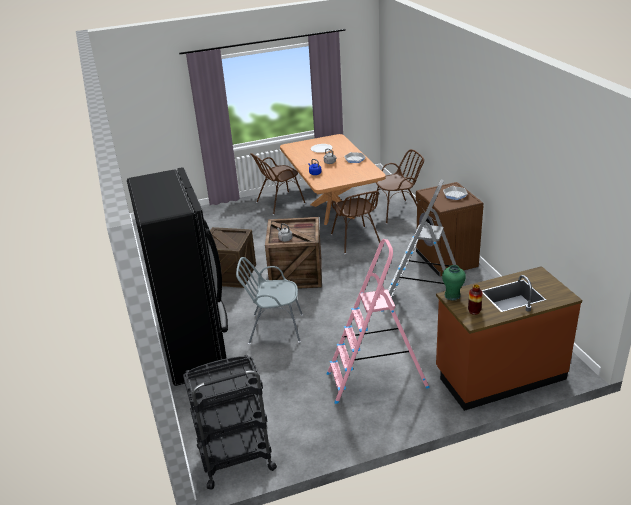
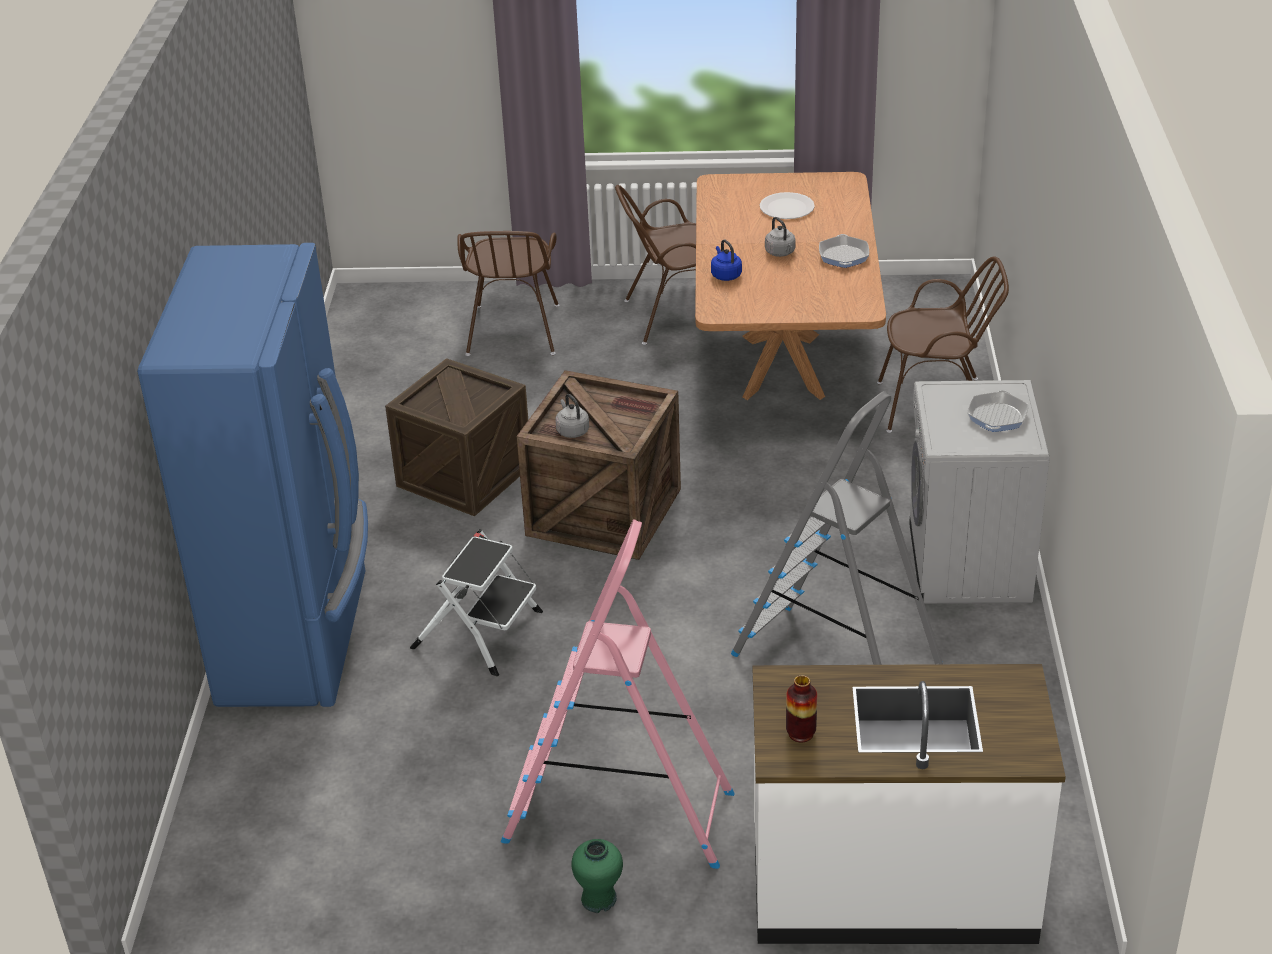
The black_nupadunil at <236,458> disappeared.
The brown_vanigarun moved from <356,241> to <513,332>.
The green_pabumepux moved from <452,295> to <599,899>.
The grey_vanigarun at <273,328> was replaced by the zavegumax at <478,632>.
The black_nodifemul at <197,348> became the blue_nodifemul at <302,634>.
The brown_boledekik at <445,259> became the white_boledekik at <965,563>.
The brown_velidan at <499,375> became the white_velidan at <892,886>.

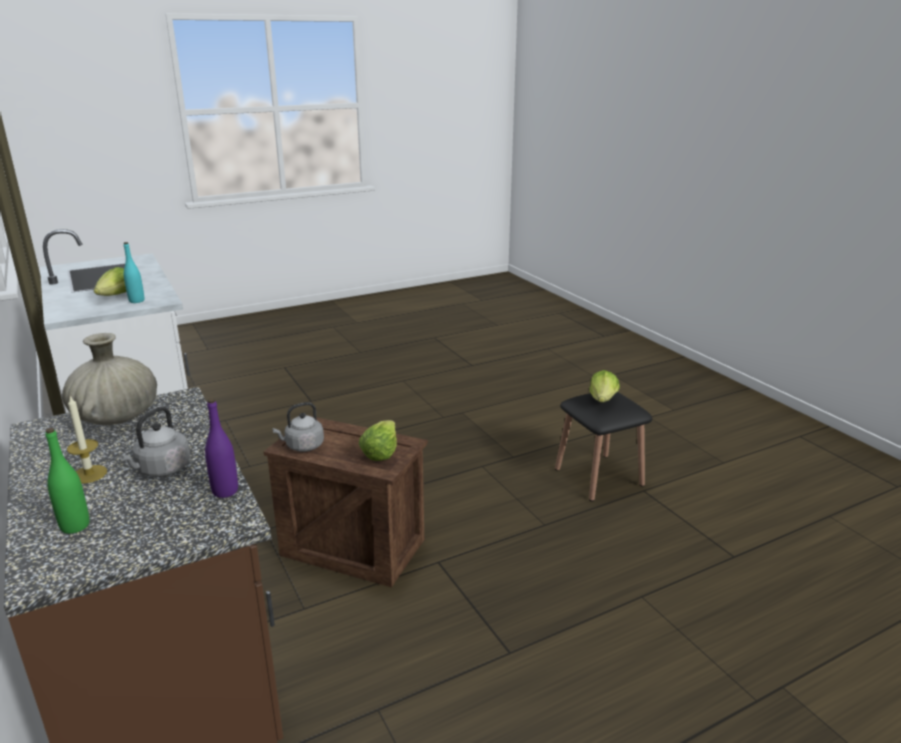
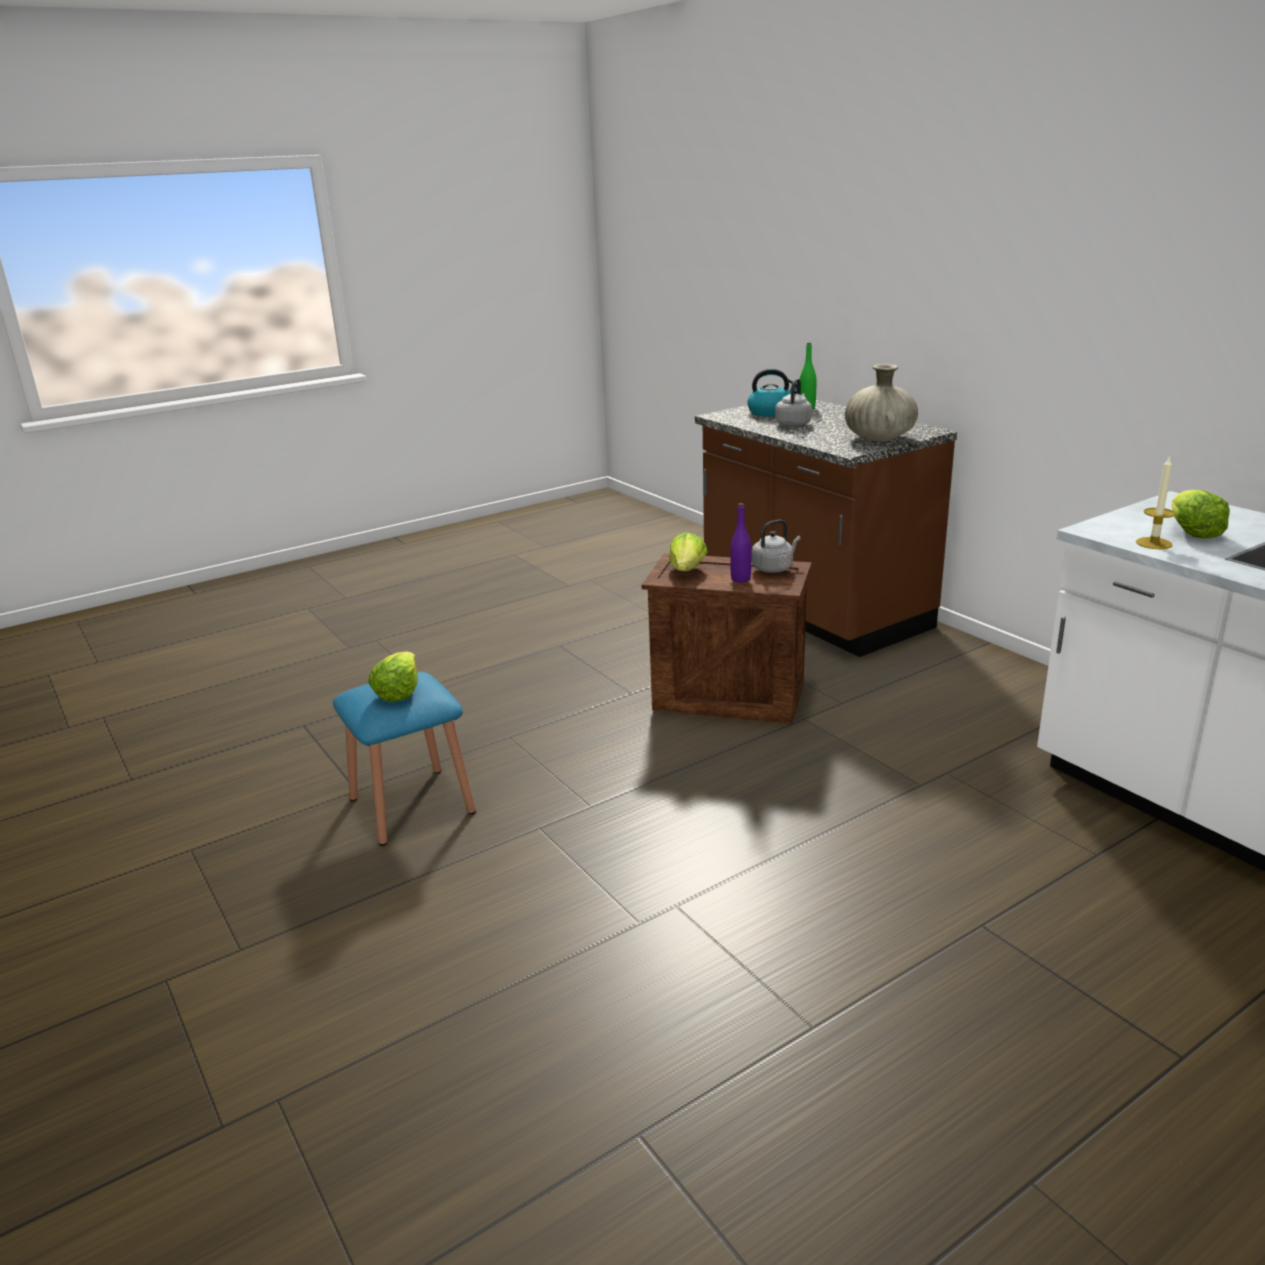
The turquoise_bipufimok at <136,301> disappeared.
The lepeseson at <771,412> appeared.
The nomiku moved from <89,474> to <1154,543>.
The purple_bipufimok moved from <225,491> to <740,579>.
The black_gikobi at <598,477> became the blue_gikobi at <411,805>.

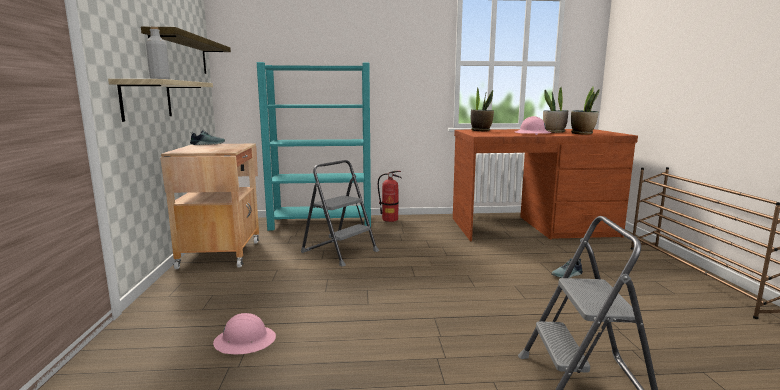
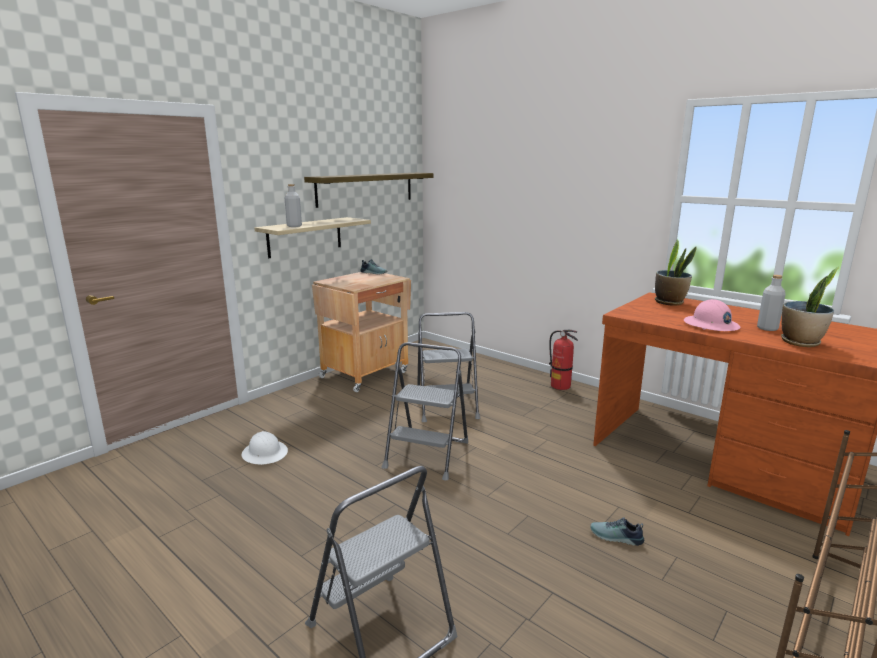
The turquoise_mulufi at <321,223> disappeared.
The grey_zavegumax at <429,452> appeared.
The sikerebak at <554,132> was replaced by the grey_bipufimok at <767,328>.
The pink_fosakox at <245,341> became the white_fosakox at <265,453>.

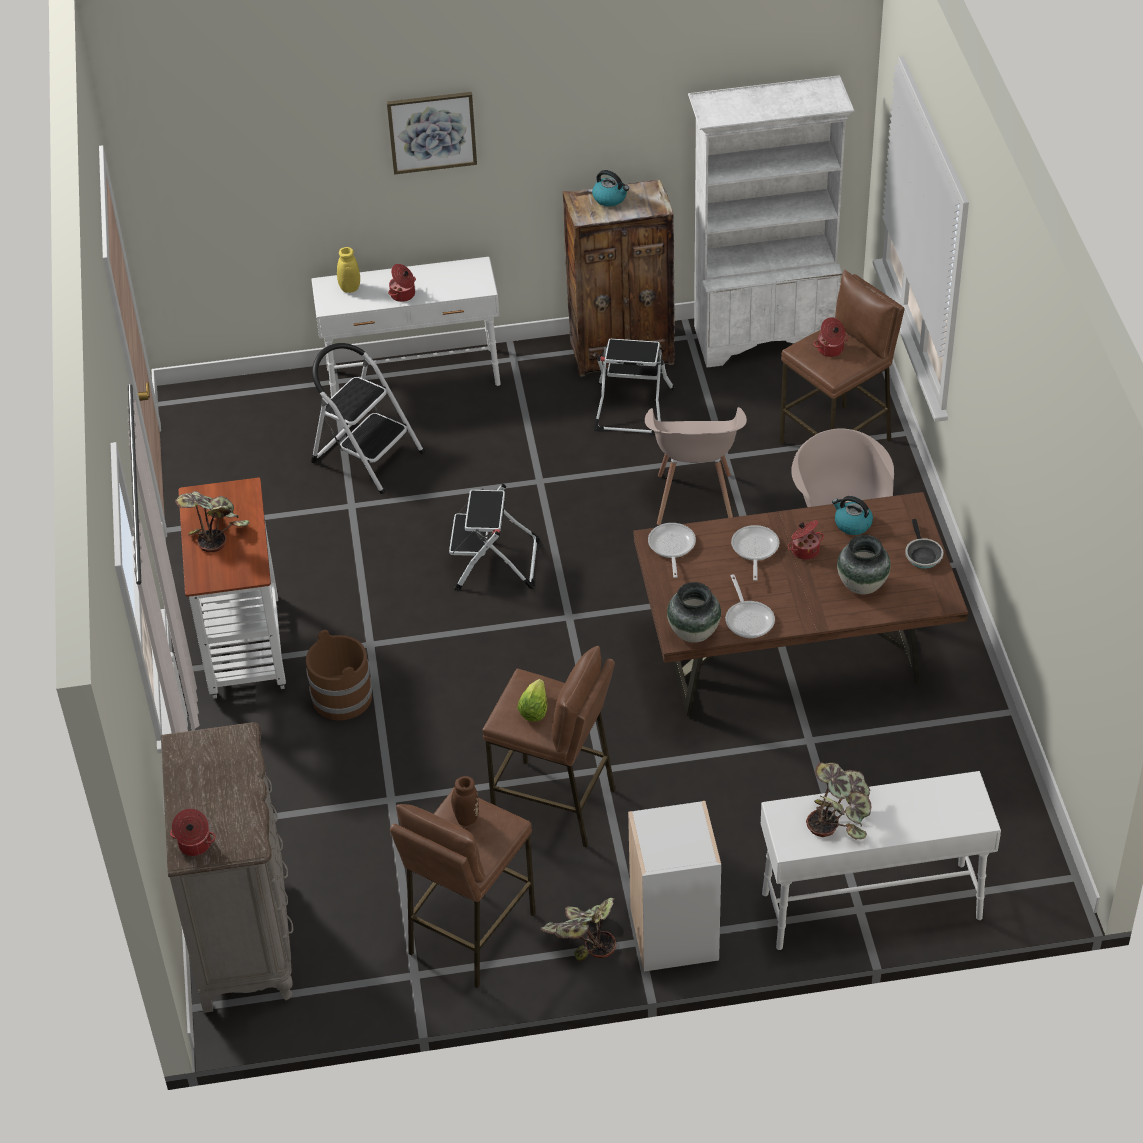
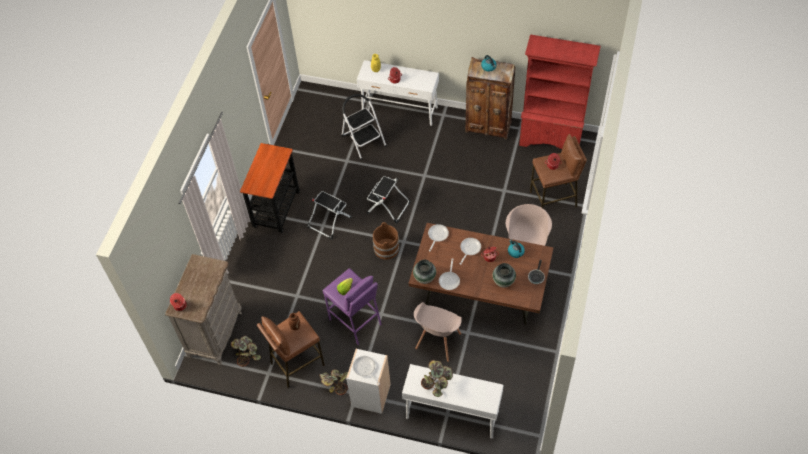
The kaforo at <432,132> disappeared.
The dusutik at <365,369> appeared.
The sikerebak moved from <213,529> to <247,354>.
The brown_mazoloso moved from <341,697> to <386,248>.
The zavegumax moved from <632,407> to <329,220>.
The beige_vanigarun moved from <694,501> to <438,342>.
The white_nupadunil at <244,646> became the black_nupadunil at <277,209>.
The brown_gikobi at <554,805> became the purple_gikobi at <355,322>.
The white_mulufi at <764,337> became the red_mulufi at <550,139>.

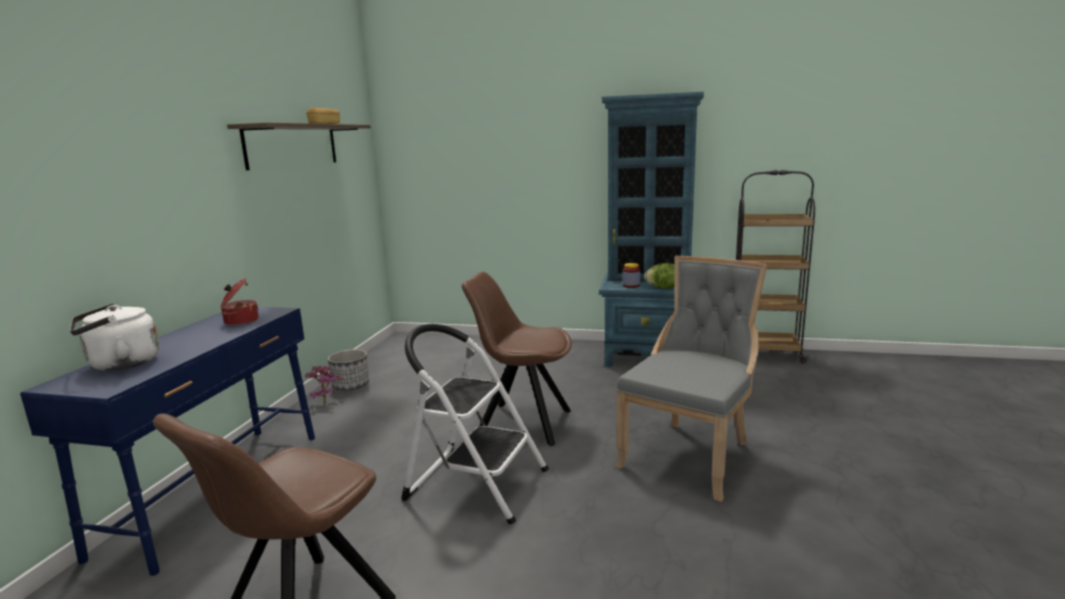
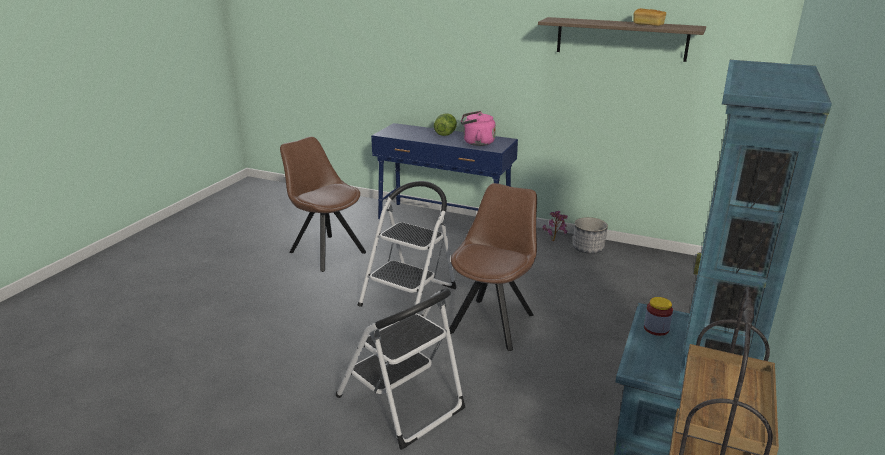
The white_lepeseson at <120,364> disappeared.
The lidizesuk moved from <663,288> to <445,134>.
The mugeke at <240,321> was replaced by the pink_lepeseson at <476,142>.
The grey_vanigarun at <690,454> was replaced by the zavegumax at <402,404>.

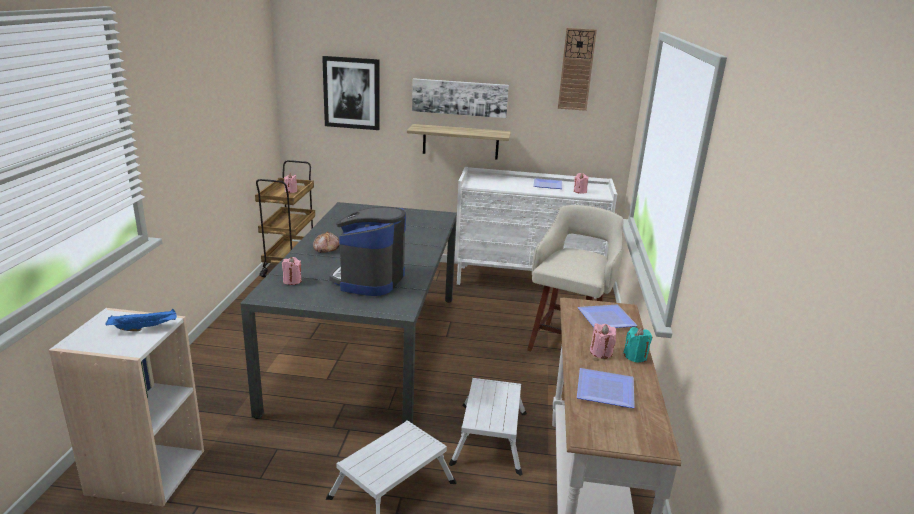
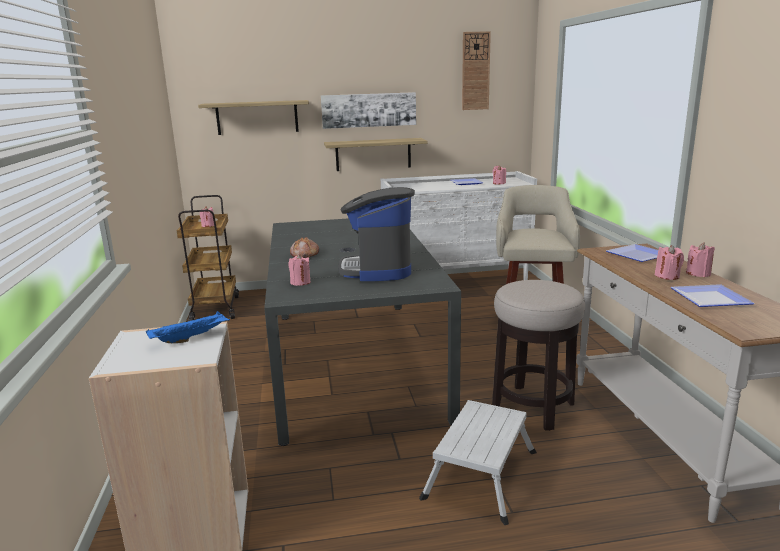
The kaforo at <352,93> was replaced by the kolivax at <257,117>.
The white_zavegumax at <490,438> was replaced by the gikobi at <533,407>.
The turquoise_nomiku at <635,356> became the pink_nomiku at <698,274>.

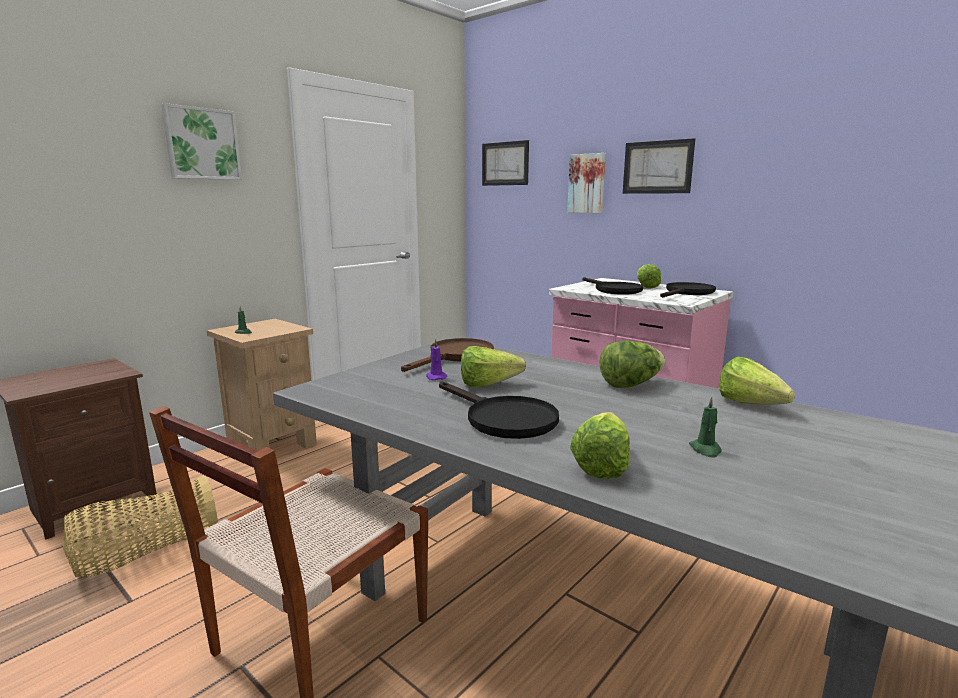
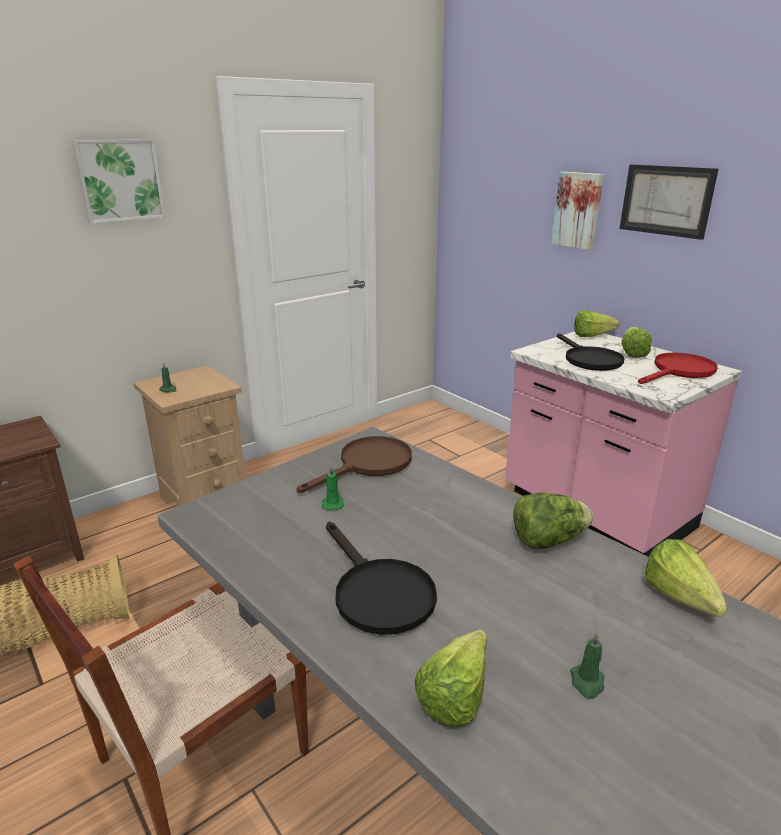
The kaforo at <505,163> disappeared.
The lidizesuk moved from <493,385> to <595,336>.
The purple_nomiku at <436,377> became the green_nomiku at <332,503>.
The black_dusutik at <687,293> became the red_dusutik at <679,371>.

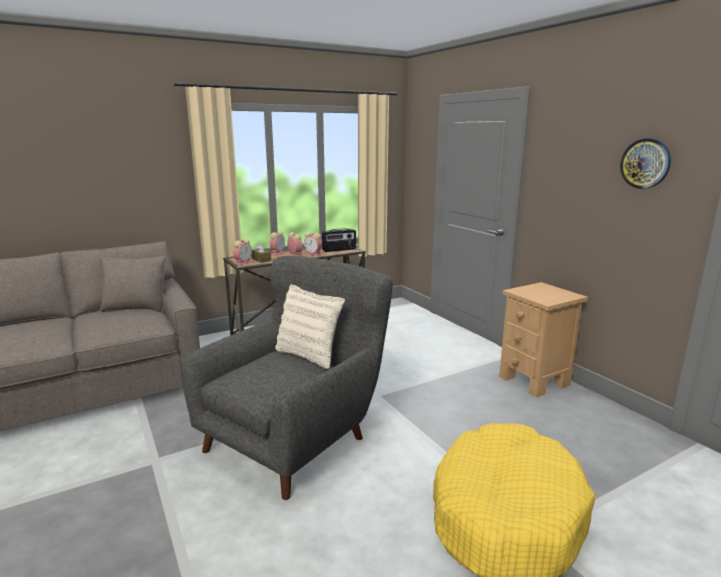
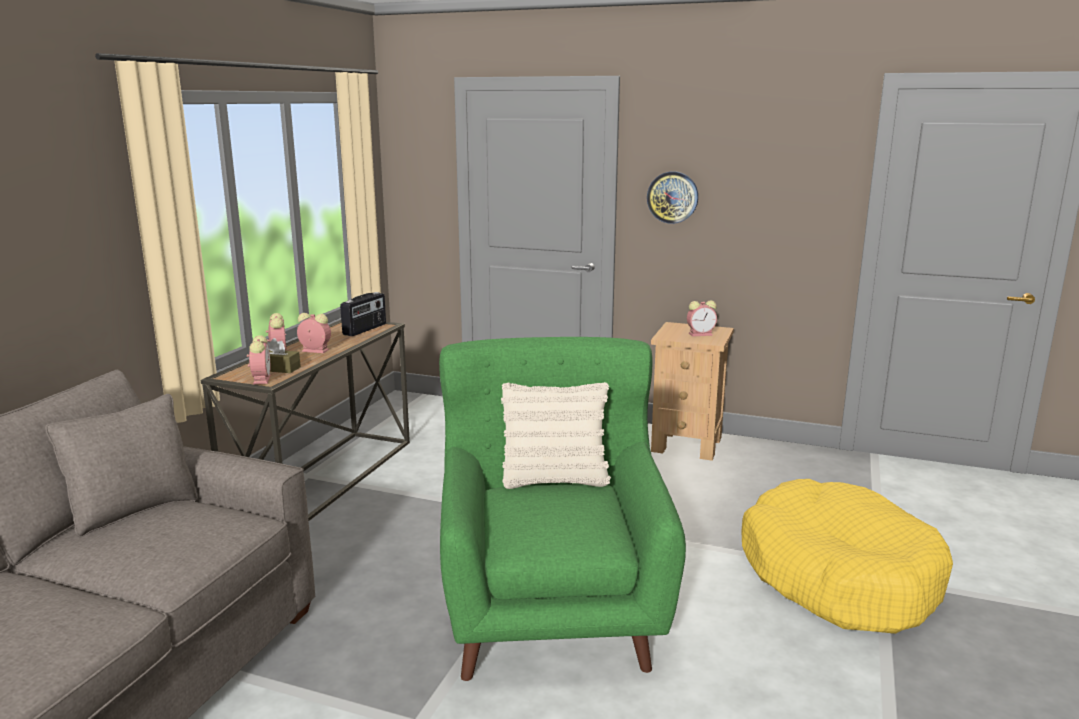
The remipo moved from <314,254> to <701,334>.
The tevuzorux moved from <645,163> to <672,197>.
The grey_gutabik at <294,439> became the green_gutabik at <552,609>.

